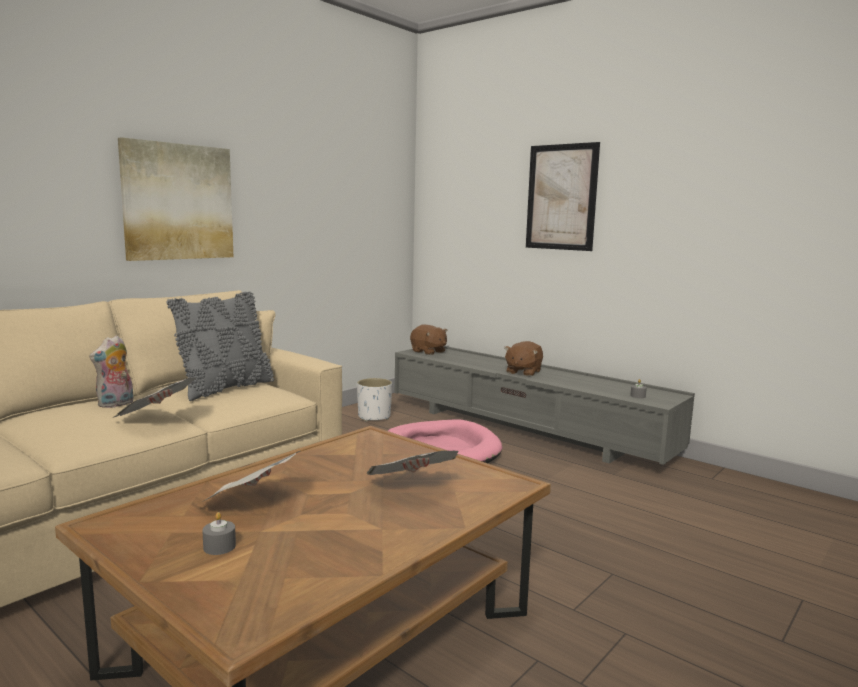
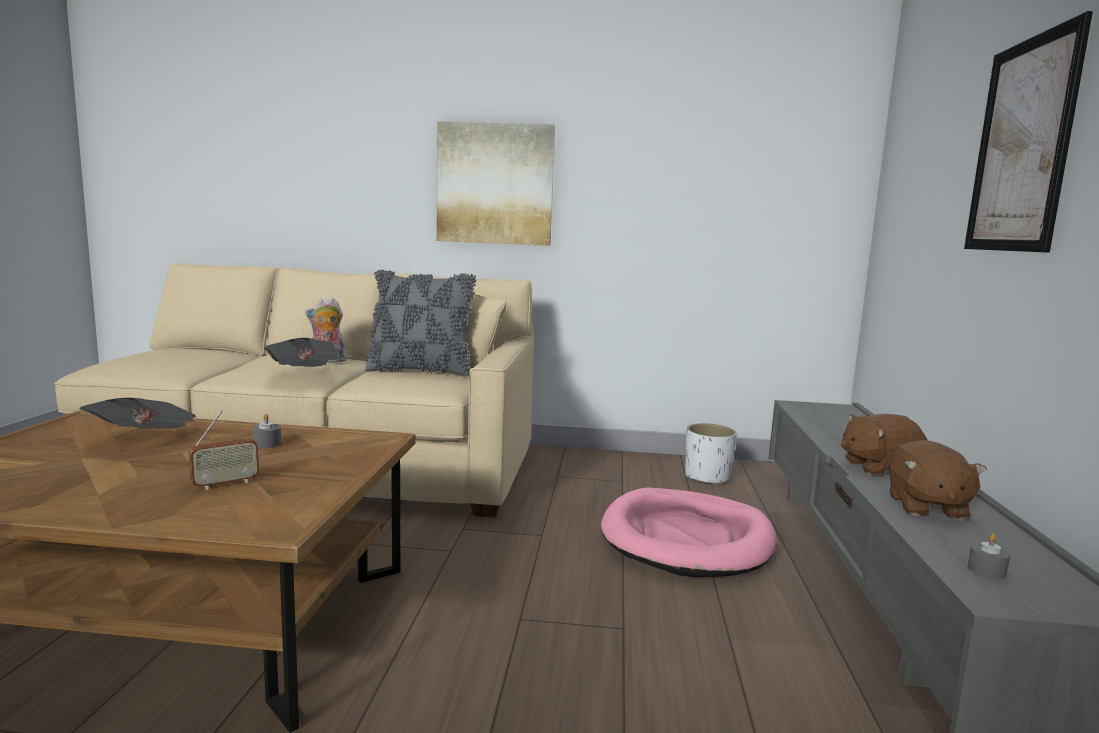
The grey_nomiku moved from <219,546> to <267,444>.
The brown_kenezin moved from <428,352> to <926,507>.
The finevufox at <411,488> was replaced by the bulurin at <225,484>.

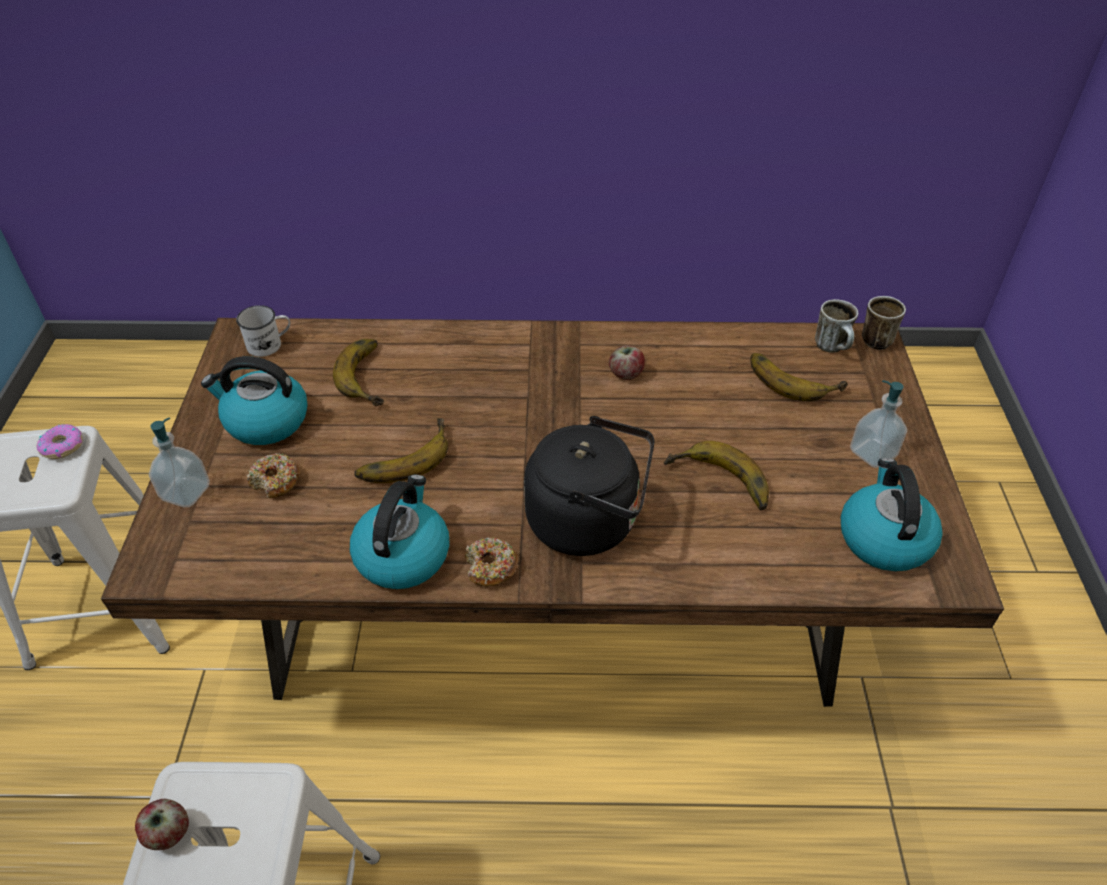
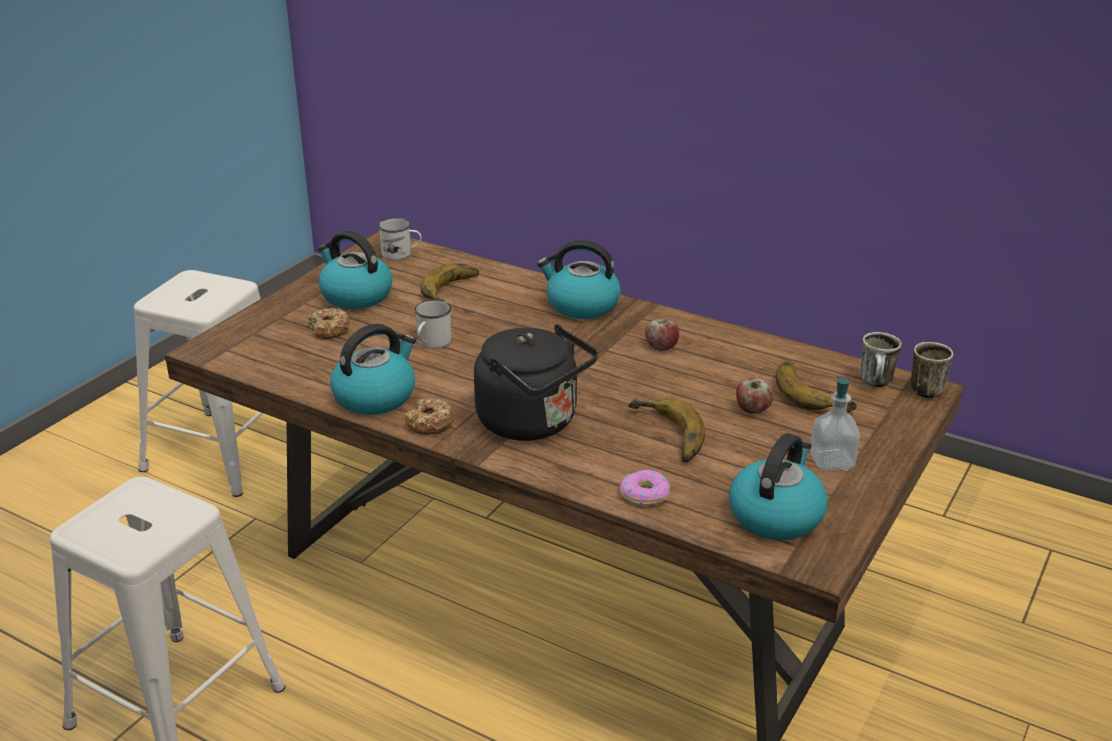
The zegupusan at <186,492> disappeared.
The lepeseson at <581,305> appeared.
The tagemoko moved from <62,446> to <644,494>.
The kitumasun moved from <168,834> to <752,410>.
The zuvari at <402,456> was replaced by the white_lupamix at <431,343>.

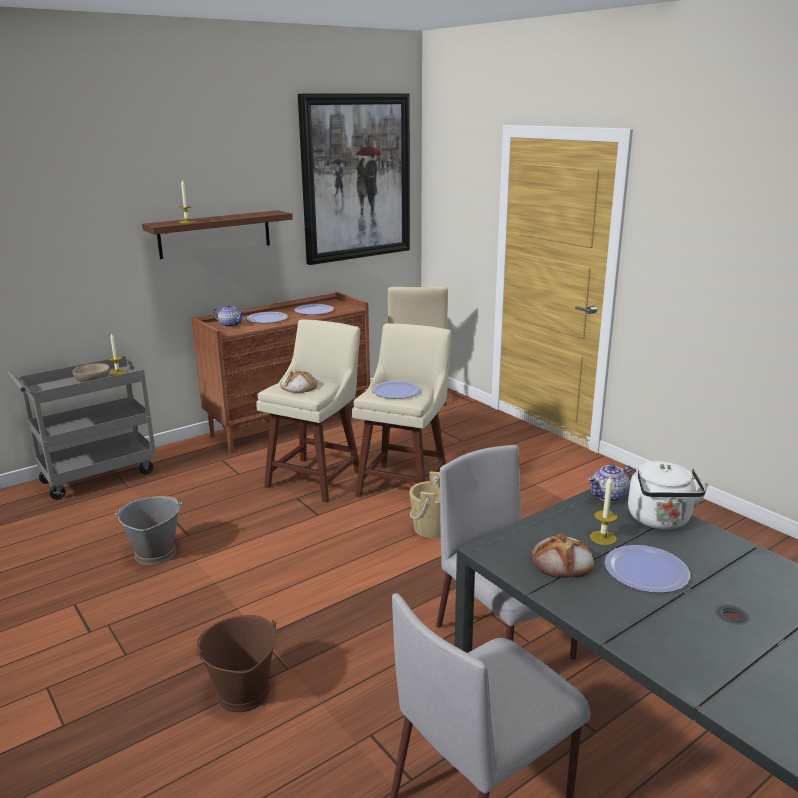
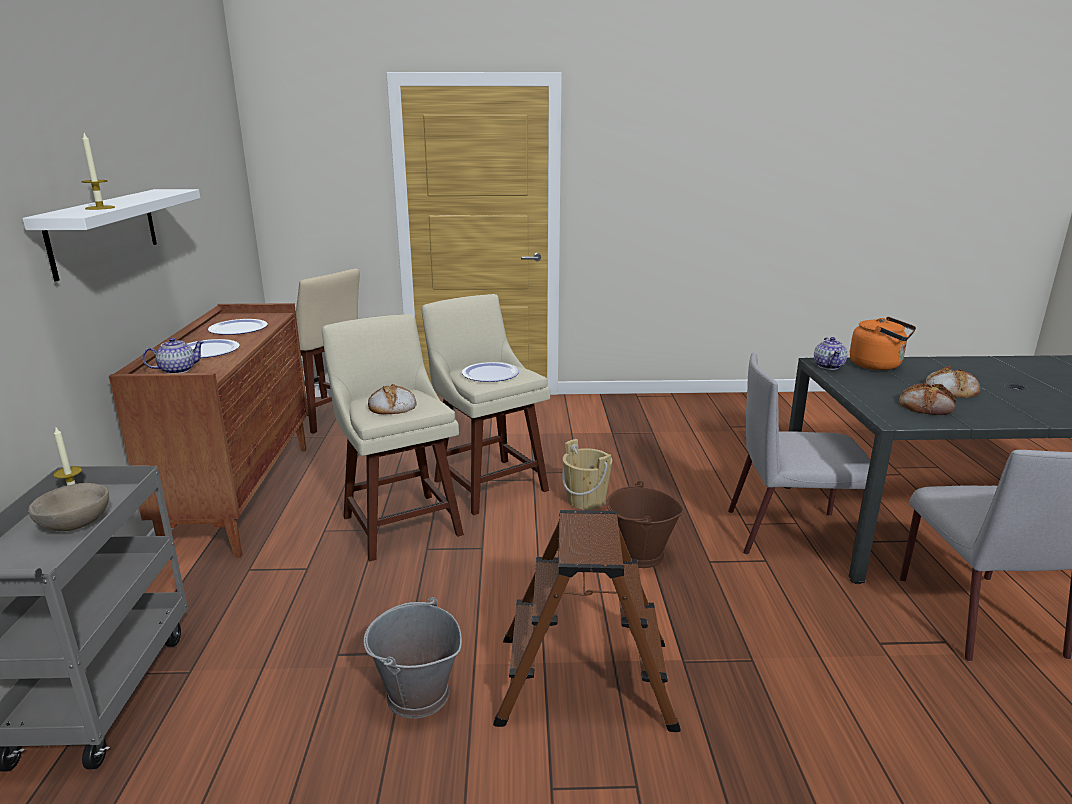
The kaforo at <356,178> disappeared.
The nomiku at <603,538> disappeared.
The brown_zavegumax at <585,681> appeared.
The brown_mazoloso moved from <242,693> to <639,555>.
The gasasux at <646,570> was replaced by the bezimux at <950,389>.
The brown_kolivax at <215,234> became the white_kolivax at <104,231>.
The white_lepeseson at <660,520> became the orange_lepeseson at <878,365>.

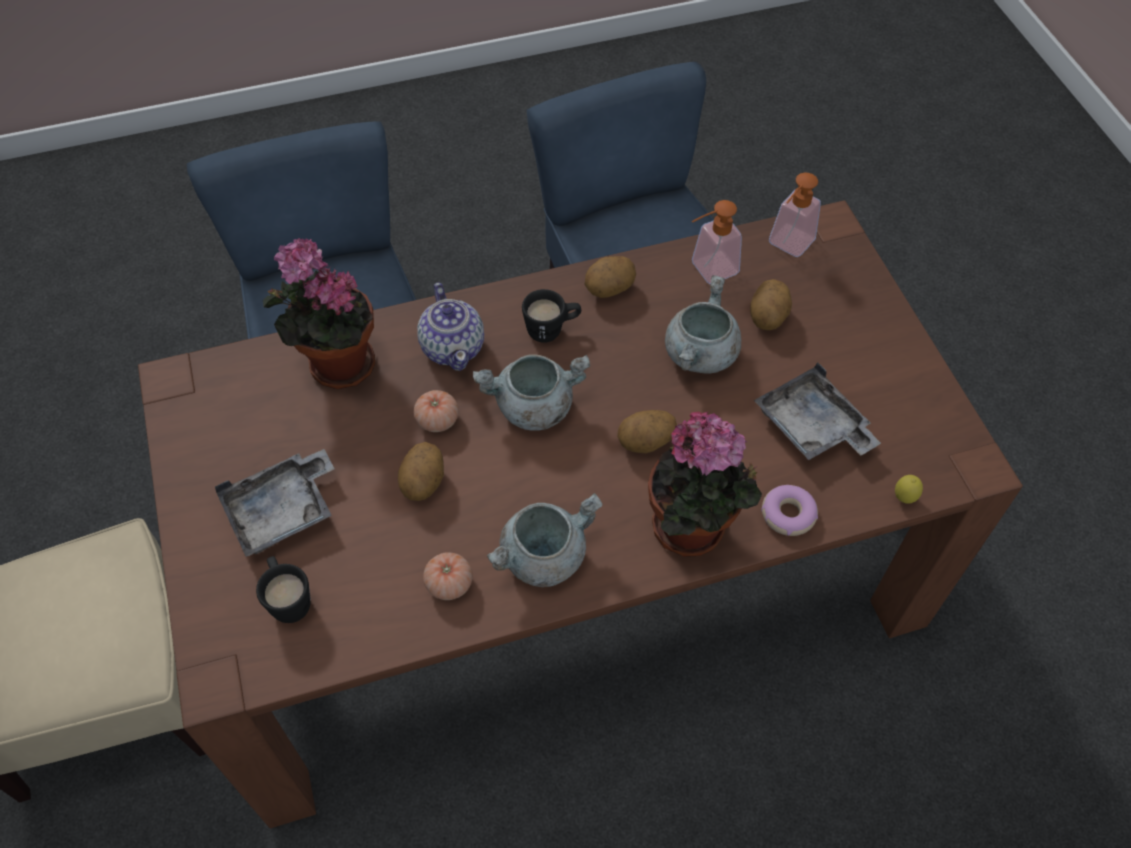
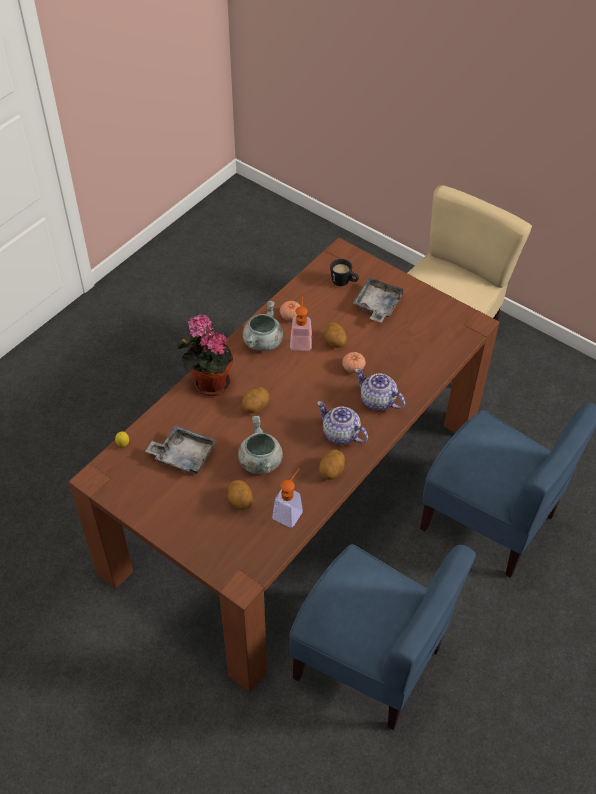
The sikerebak at <336,364> disappeared.
The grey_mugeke at <533,408> disappeared.
The tagemoko at <787,514> disappeared.
The zegupusan moved from <787,246> to <301,340>.
The black_lupamix at <552,330> was replaced by the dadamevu at <341,434>.

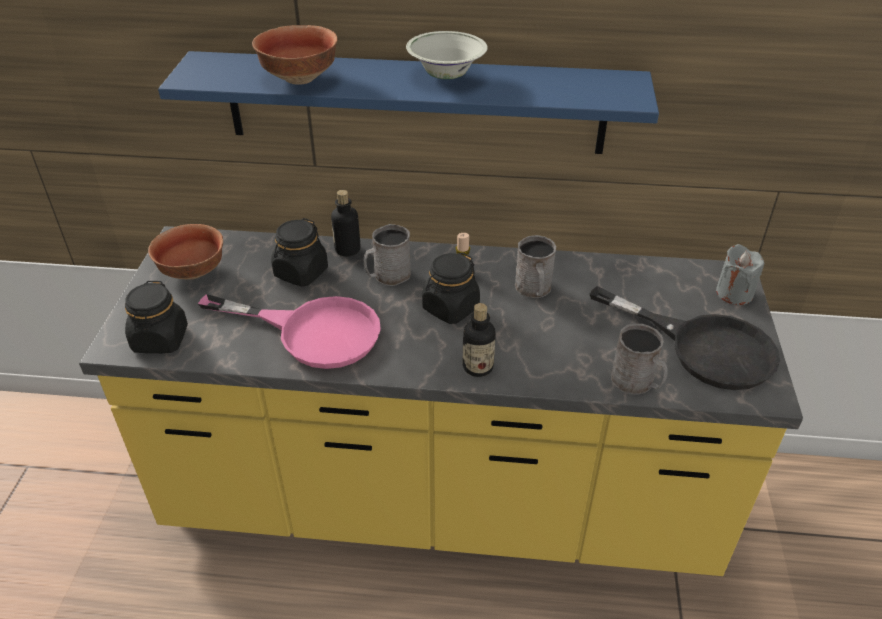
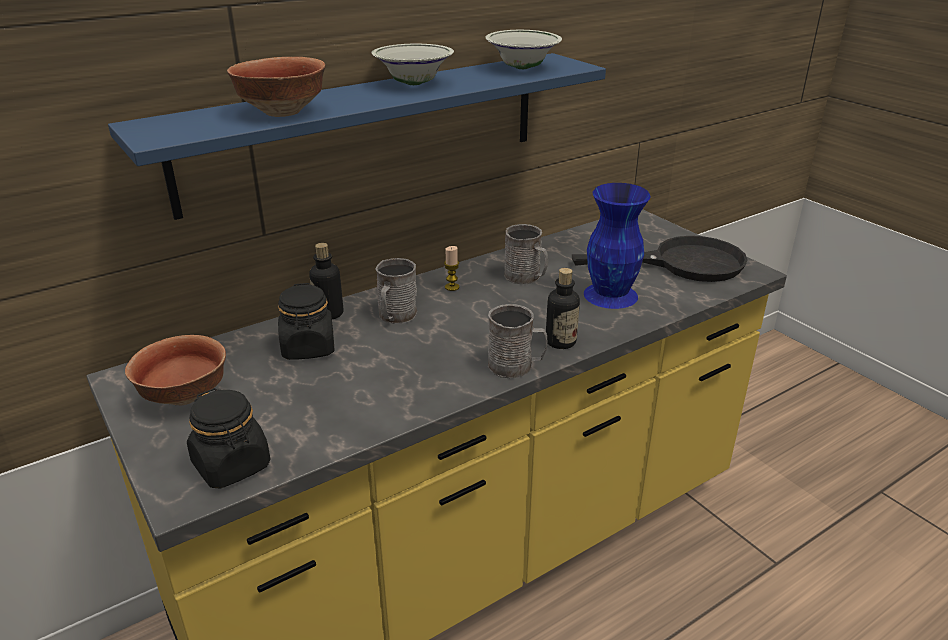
The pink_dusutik at <313,332> disappeared.
The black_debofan at <450,308> disappeared.
The grey_nomiku at <734,293> disappeared.
The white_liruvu at <522,68> appeared.
The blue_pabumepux at <611,295> appeared.
The grey_lupamix moved from <637,383> to <516,366>.

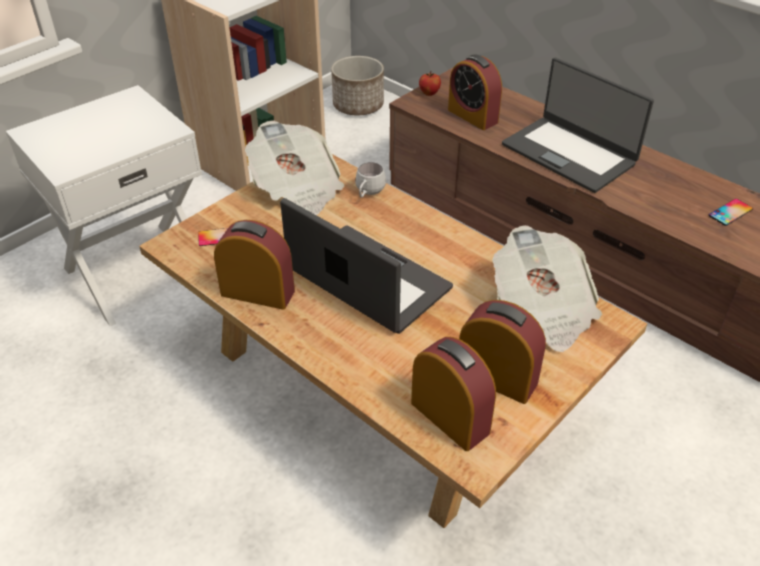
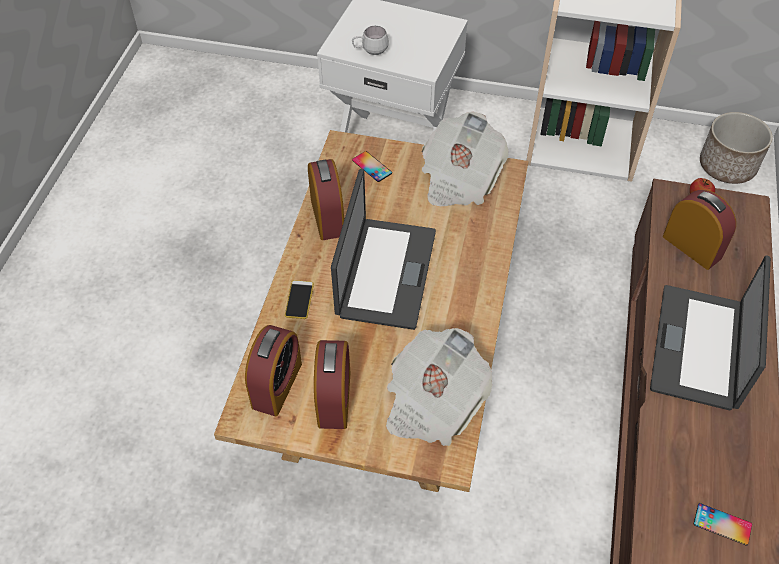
The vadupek at <299,300> appeared.
The white_lupamix moved from <368,193> to <370,51>.
The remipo at <472,116> turned 120 degrees clockwise.

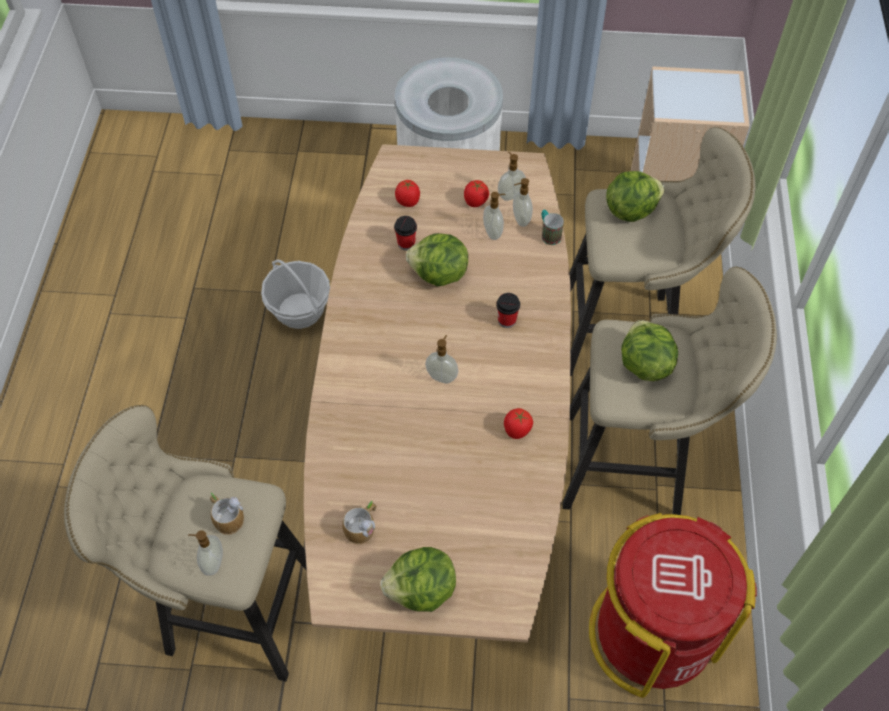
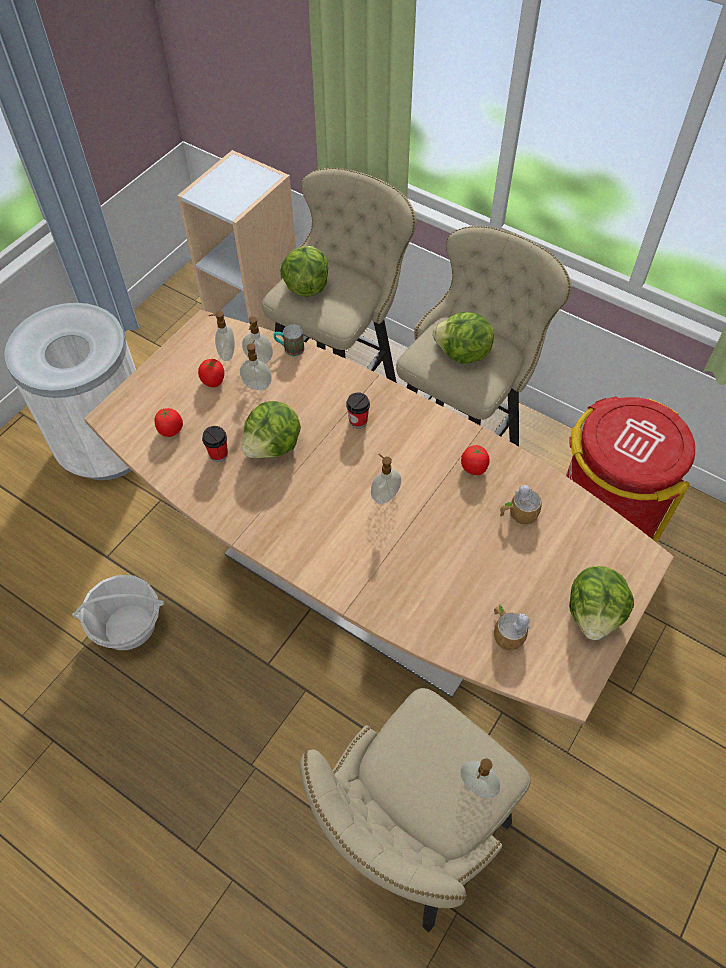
The lupamix moved from <226,516> to <518,513>.

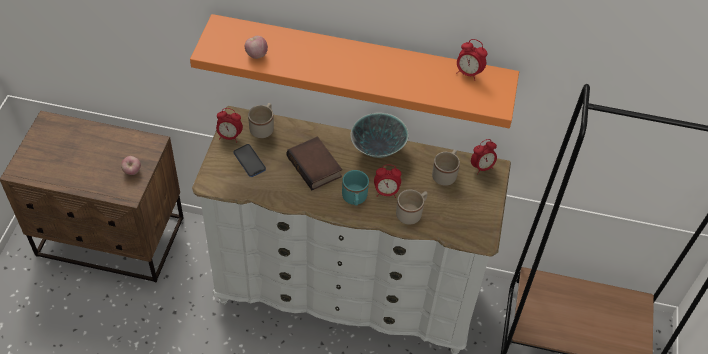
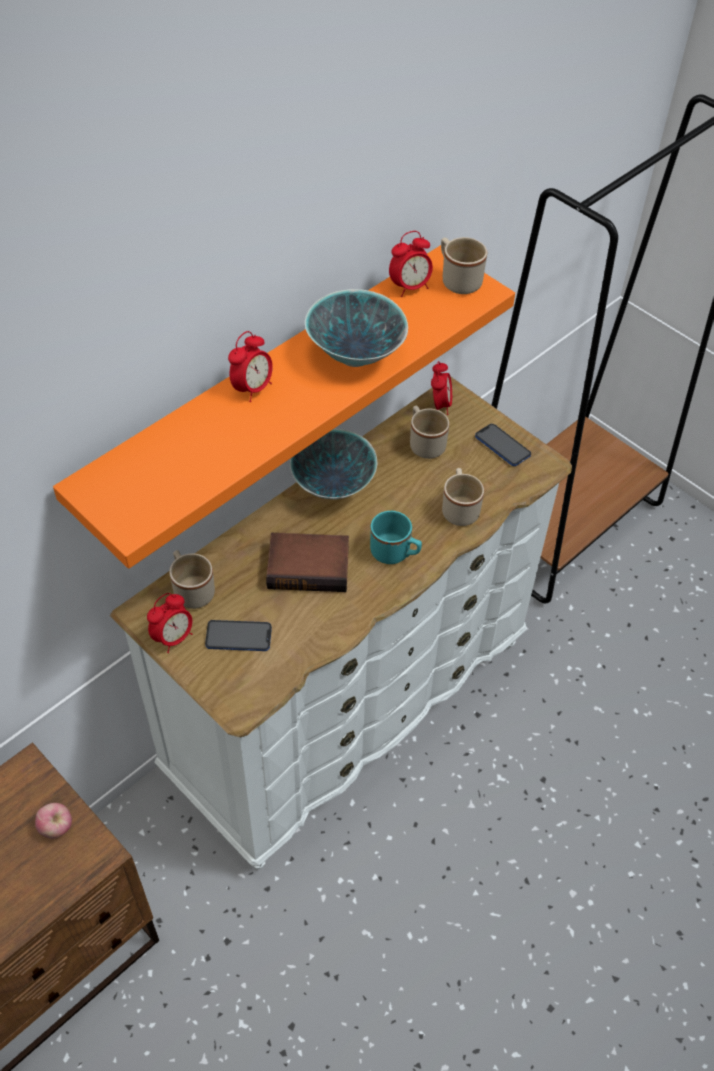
The kitumasun at <256,55> disappeared.
The liruvu at <354,355> appeared.
The beige_lupamix at <457,280> appeared.
The vadupek at <502,446> appeared.
The remipo moved from <386,192> to <252,389>.

